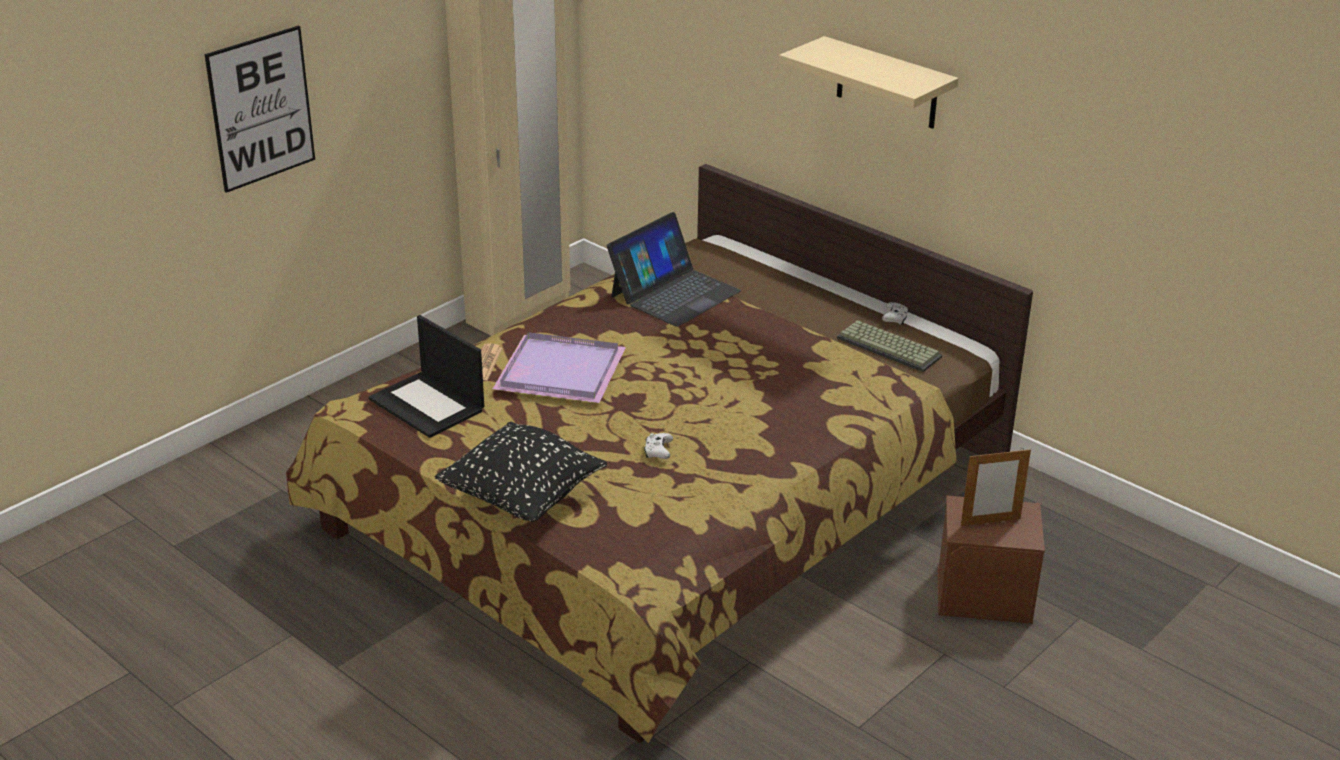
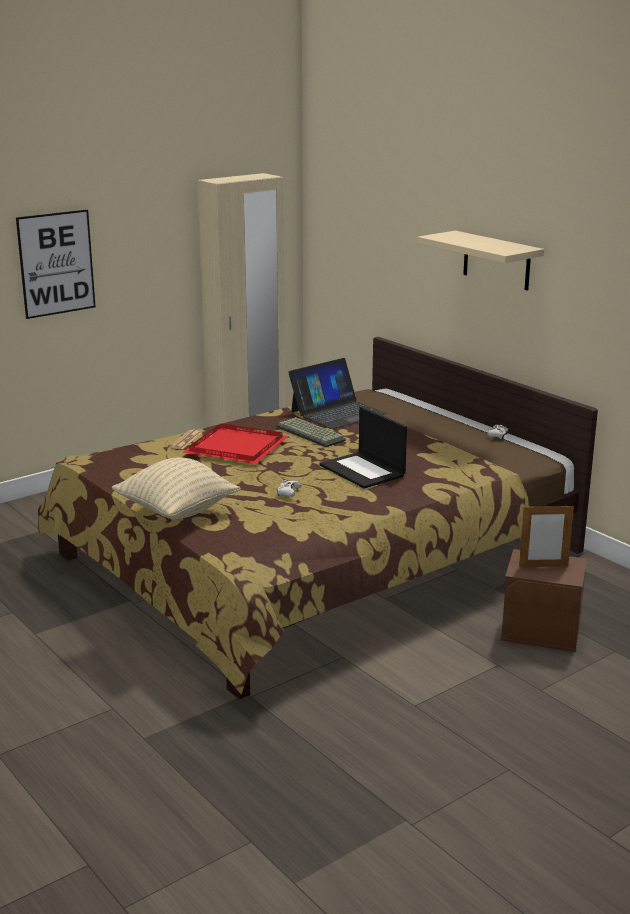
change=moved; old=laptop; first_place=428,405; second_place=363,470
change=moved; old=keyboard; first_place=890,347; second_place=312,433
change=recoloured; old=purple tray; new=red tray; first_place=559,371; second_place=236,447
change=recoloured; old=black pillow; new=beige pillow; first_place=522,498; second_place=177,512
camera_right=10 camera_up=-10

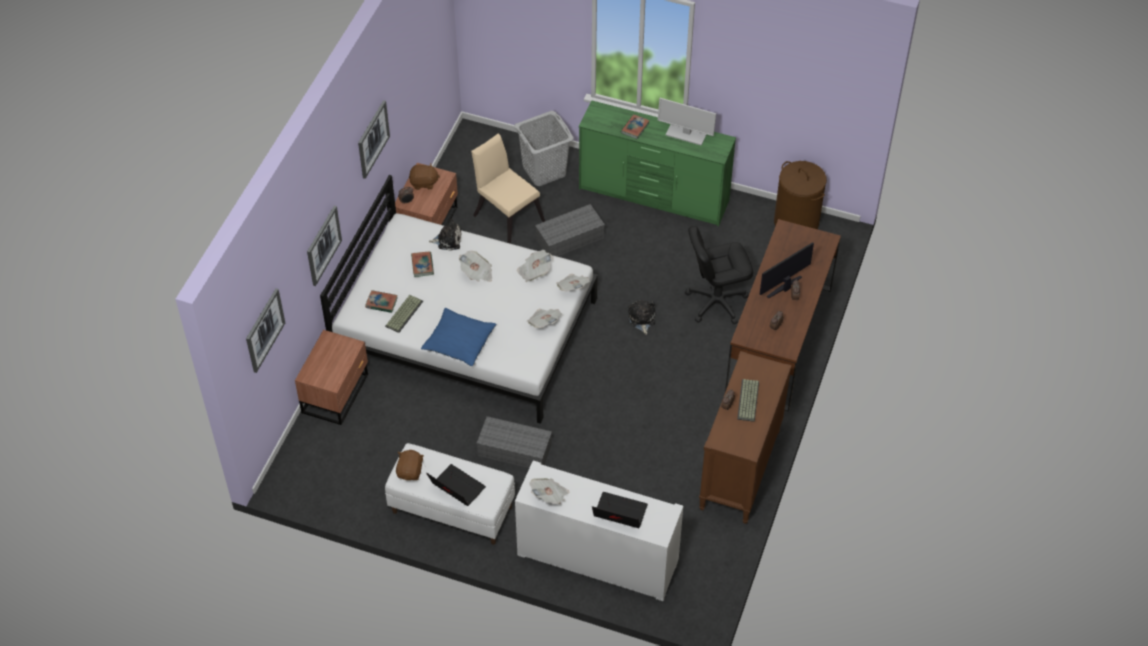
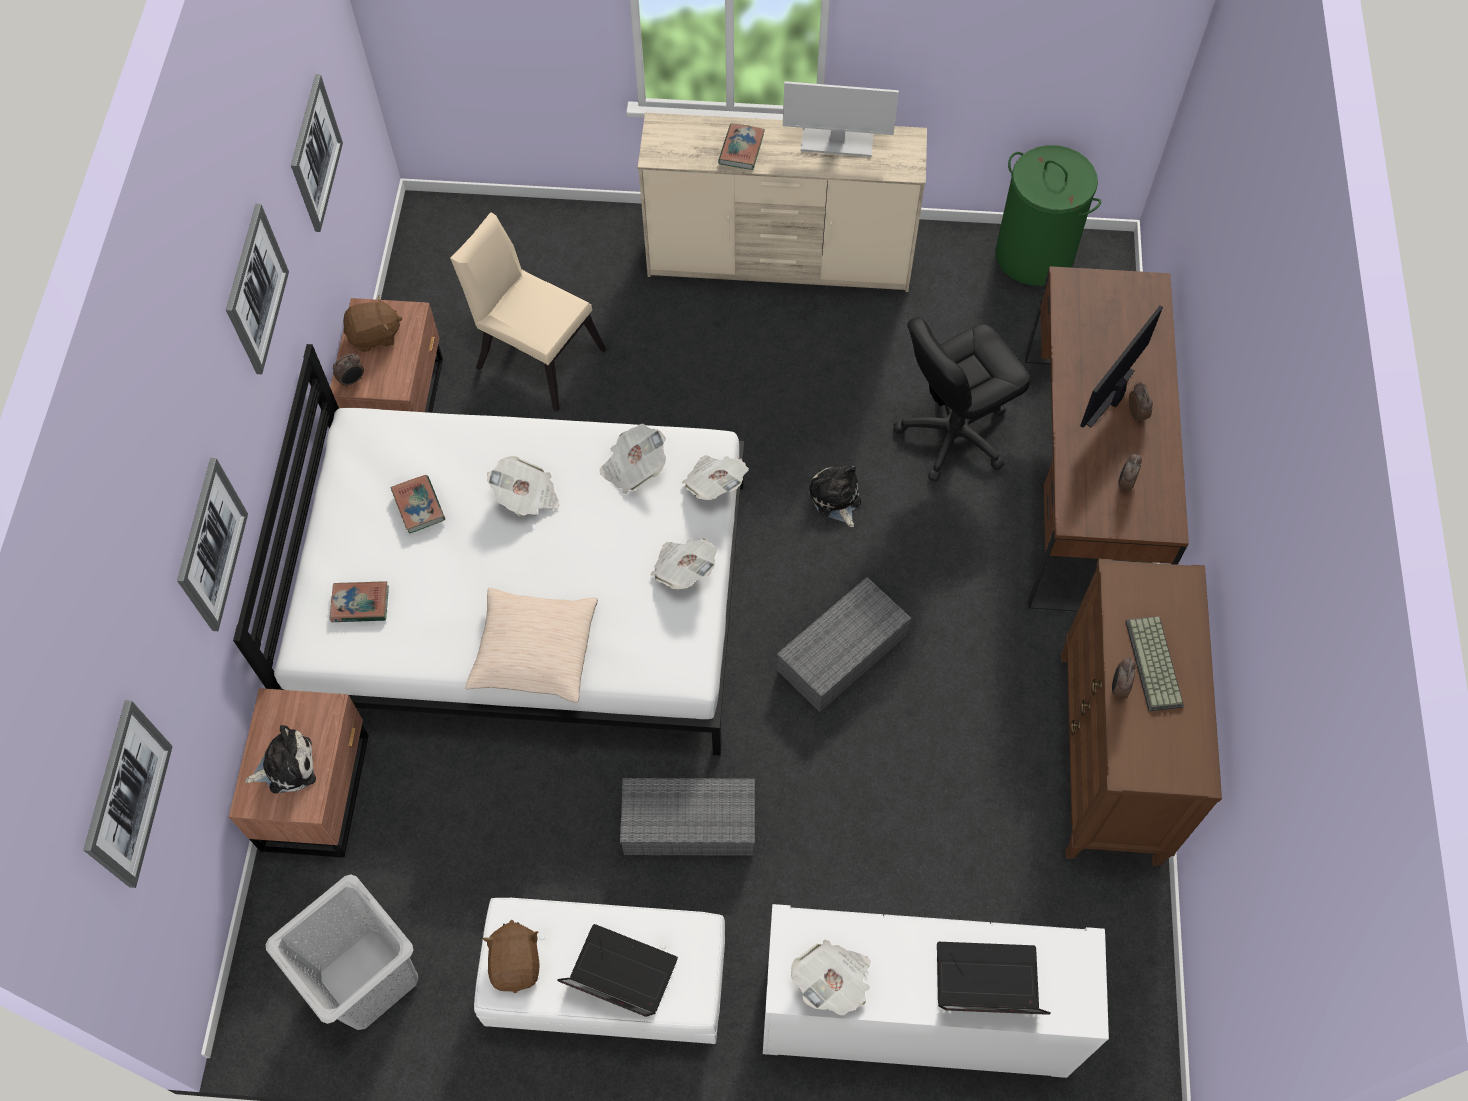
change=recoloured; old=green dresser; new=beige dresser; first_place=654,195; second_place=780,260
change=moved; old=grey laundry basket; first_place=544,171; second_place=367,978
change=recoloured; old=brown laundry basket; new=green laundry basket; first_place=796,222; second_place=1034,255
change=moved; old=grey storage box; first_place=569,239; second_place=841,655
change=moved; old=plush toy; first_place=447,240; second_place=286,766
change=removed; old=keyboard; first_place=403,313
change=recoloured; old=blue pillow; new=beige pillow; first_place=459,342; second_place=534,651
change=added; new=picture; second_place=315,153
camera_right=-15 camera_up=10

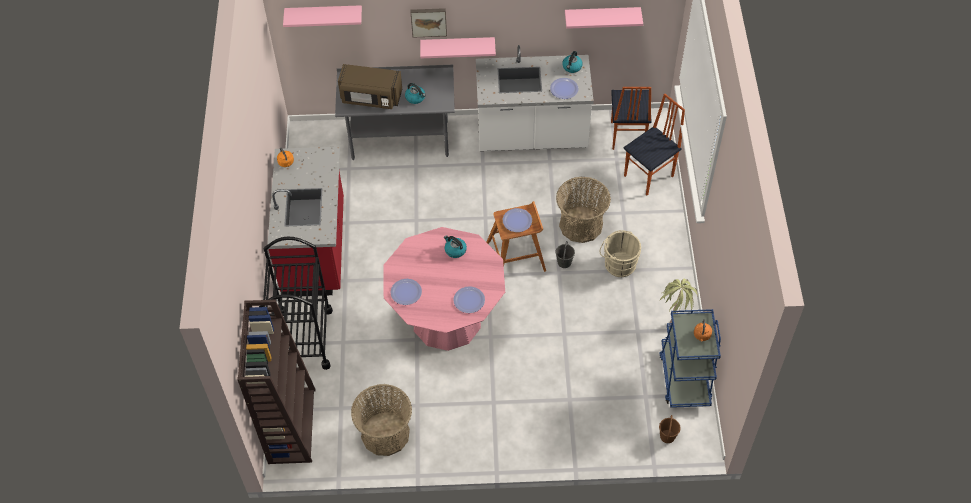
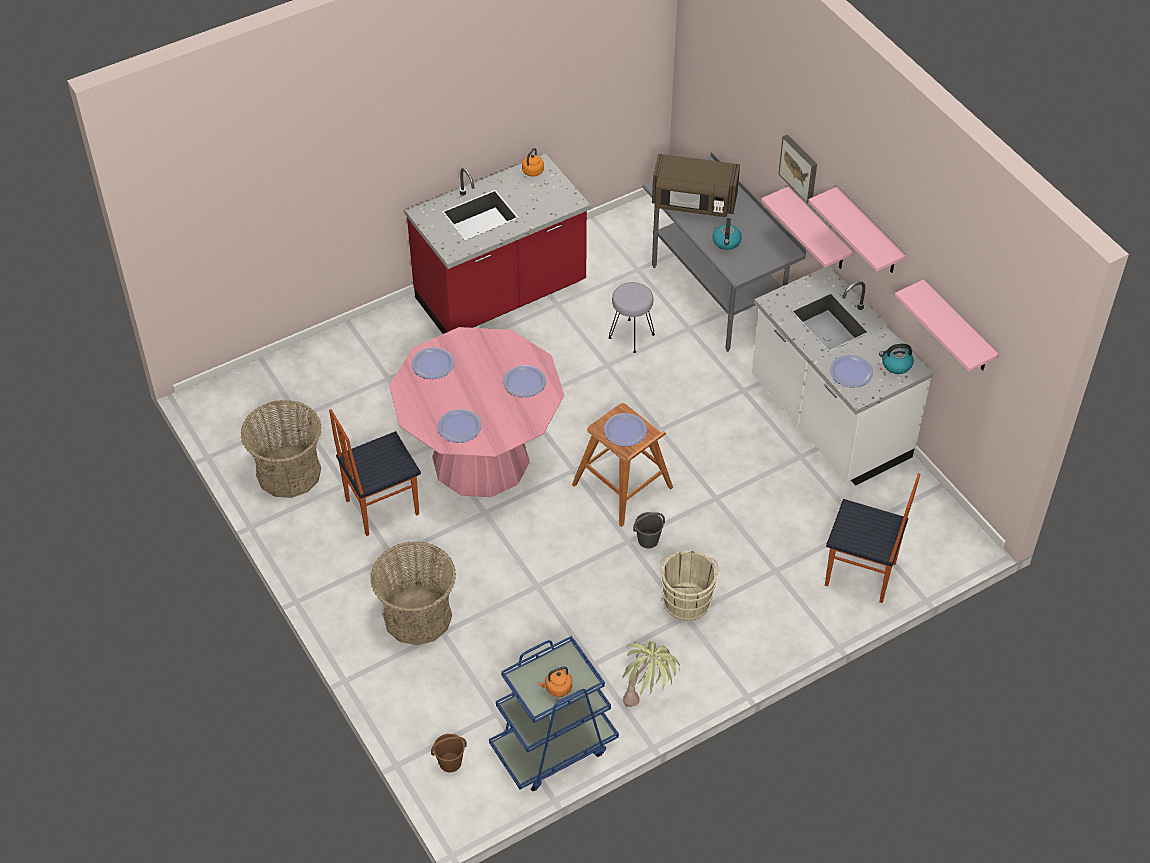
change=moved; old=pink shelf; first_place=324,15; second_place=868,233
change=turned; old=brown microwave; first_place=371,98; second_place=693,203; degrees=-60
change=moved; old=chair; first_place=626,136; second_place=381,507
change=moved; old=basket; first_place=581,225; second_place=417,616
change=replaced; old=kettle; new=plate; first_place=455,250; second_place=524,382
change=removed; old=black cart; first_place=304,339
change=removed; old=brown bookcase; first_place=291,425
change=added; new=grey stool; second_place=631,335
camera_right=60 camera_up=-5

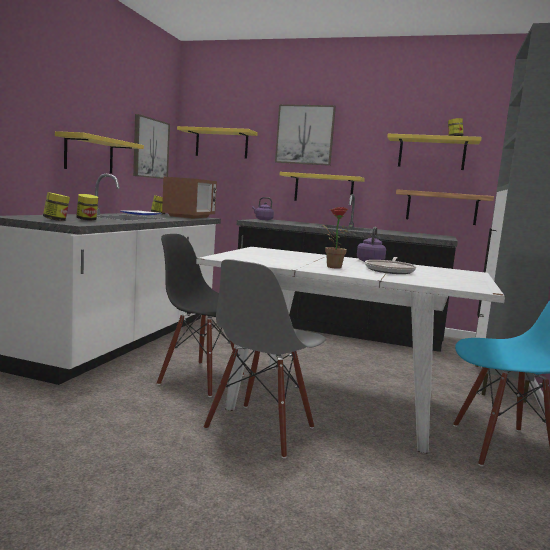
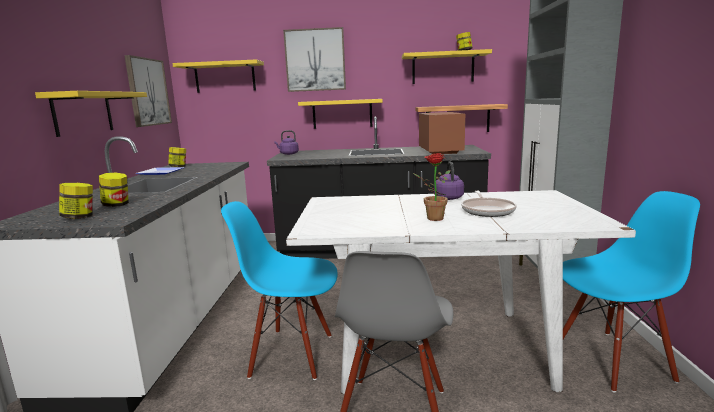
change=moved; old=microwave; first_place=189,217; second_place=440,151
change=recoloured; old=black chair; new=blue chair; first_place=202,379; second_place=292,354
camera_right=-15 camera_up=5

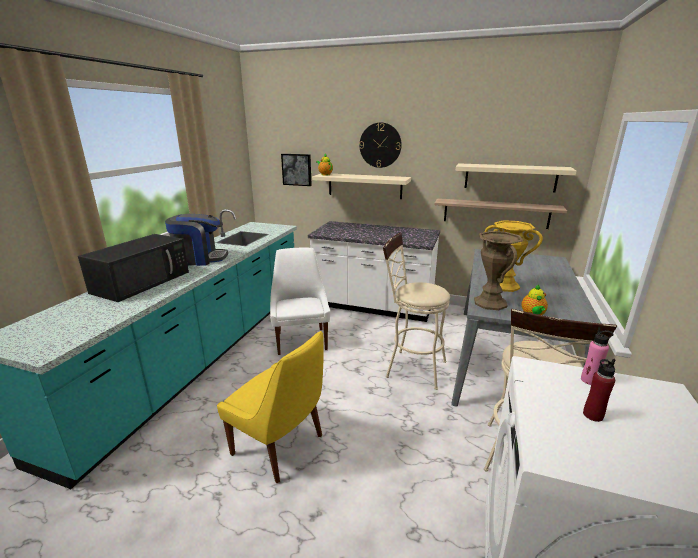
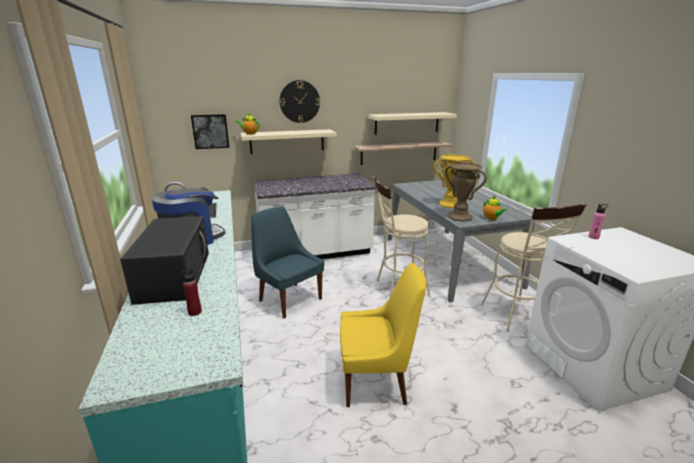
change=recoloured; old=white chair; new=blue chair; first_place=301,340; second_place=289,299
change=moved; old=red bottle; first_place=592,415; second_place=194,312
camera_right=-35 camera_up=0

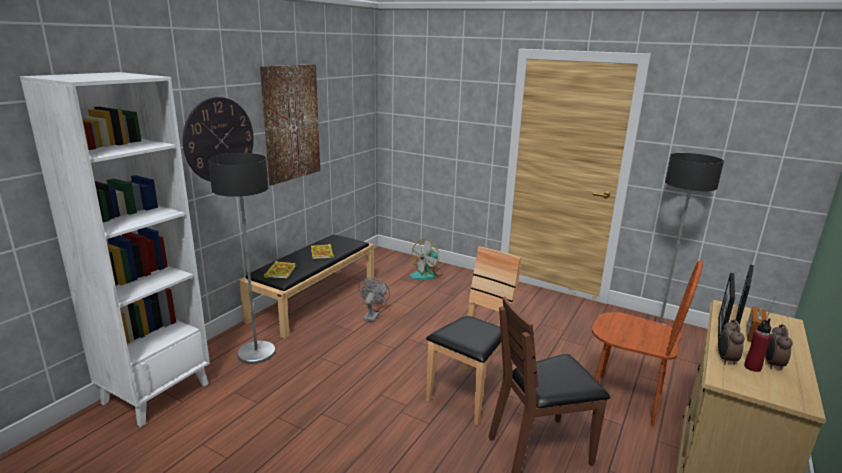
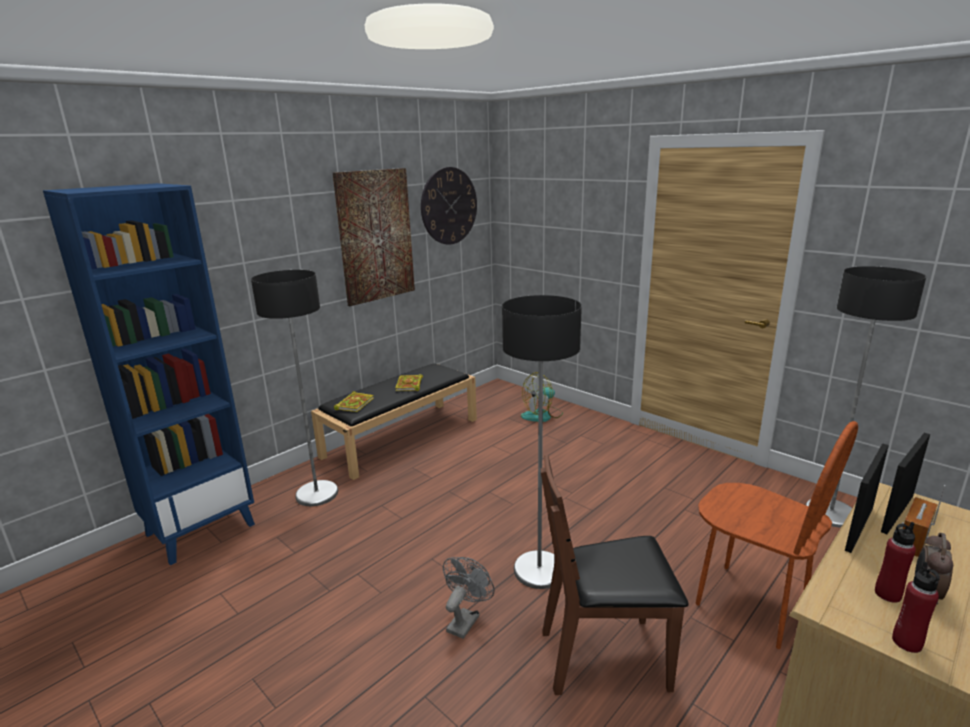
change=recoloured; old=white bookcase; new=blue bookcase; first_place=156,392; second_place=201,528
change=moved; old=wall clock; first_place=219,140; second_place=449,206
change=replaced; old=brown chair; new=floor lamp; first_place=470,393; second_place=539,570
change=moved; old=grey fan; first_place=372,315; second_place=465,620
change=removed; old=alarm clock; first_place=725,359
change=added; new=red bottle; second_place=907,642
camera_right=15 camera_up=0

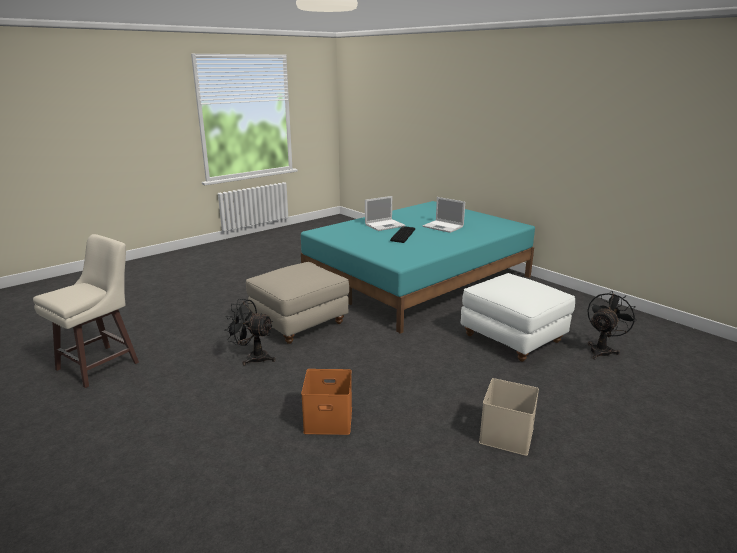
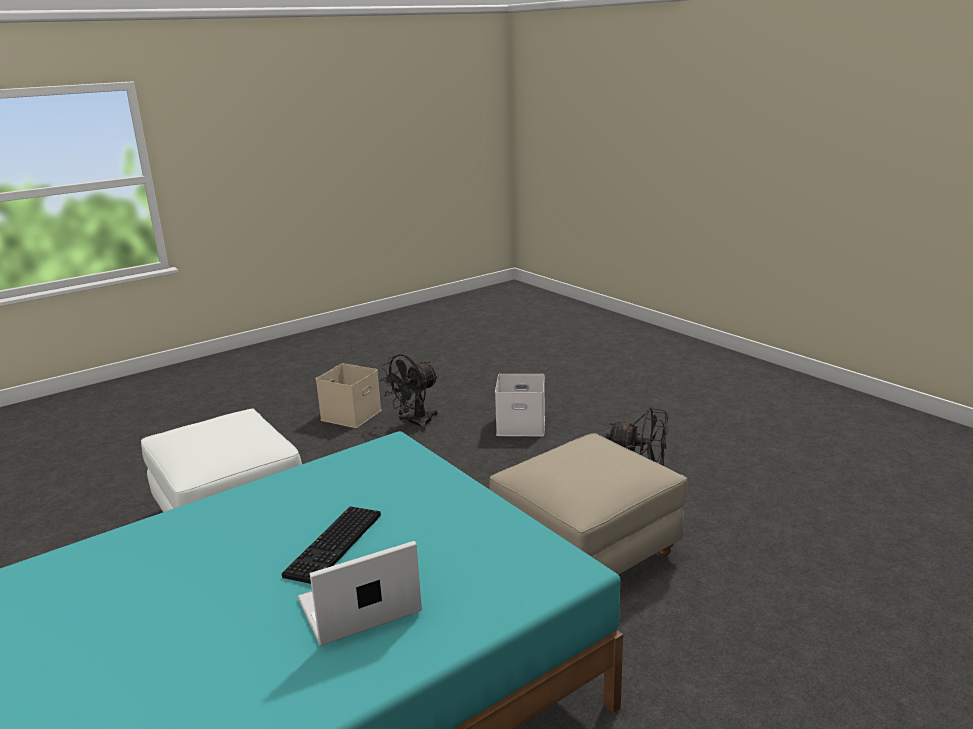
change=removed; old=laptop; first_place=443,227
change=removed; old=beige stool; first_place=100,365
change=moved; old=black fan; first_place=602,350; second_place=414,423
change=recoloured; old=orange storage box; new=white storage box; first_place=327,420; second_place=522,425
camera_right=-175 camera_up=0

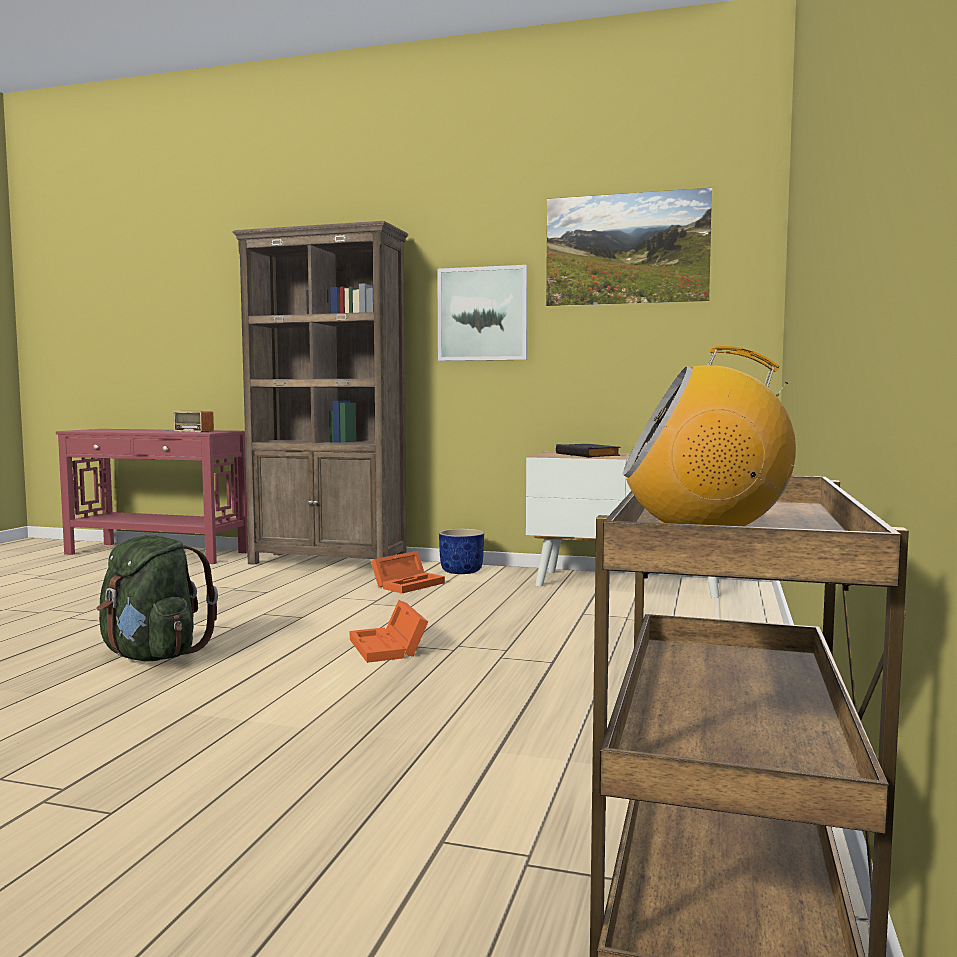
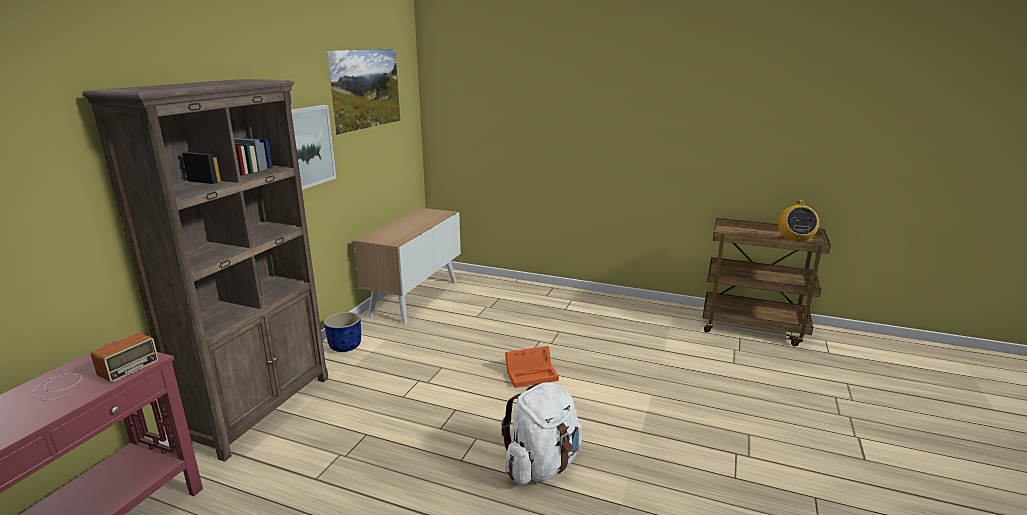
change=removed; old=black book; first_place=589,454
change=recoloured; old=green backpack; new=white backpack; first_place=152,656; second_place=542,466
change=removed; old=orange storage box; first_place=409,584
camera_right=-85 camera_up=15

